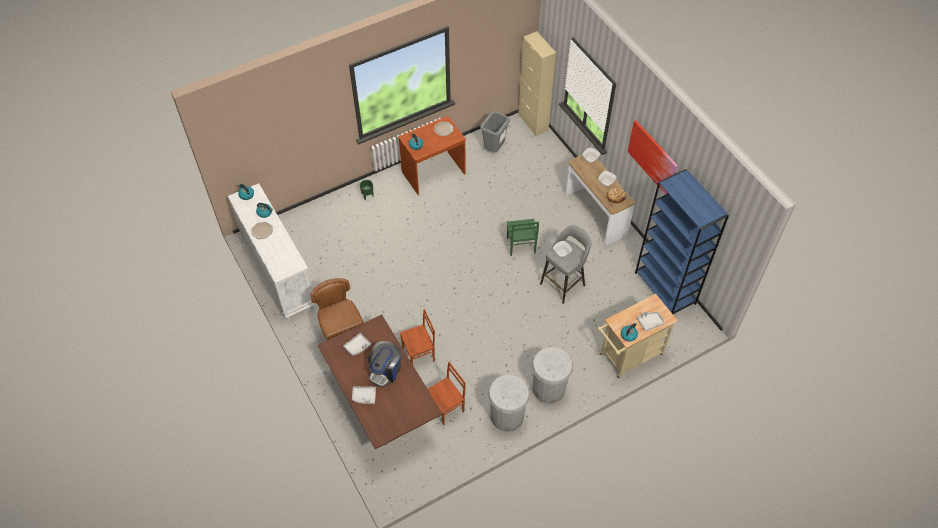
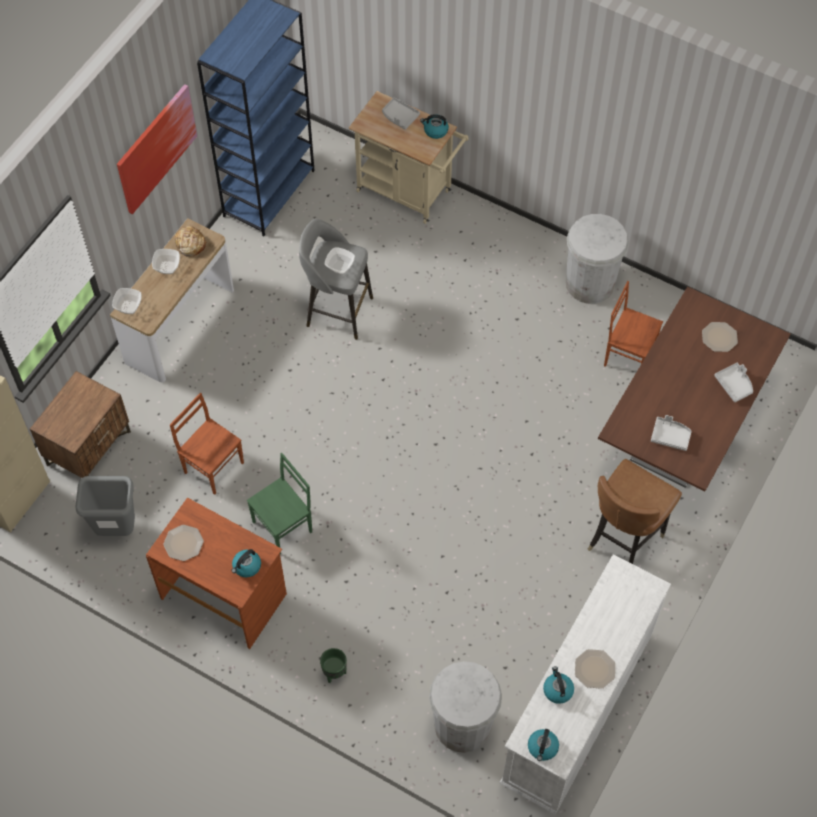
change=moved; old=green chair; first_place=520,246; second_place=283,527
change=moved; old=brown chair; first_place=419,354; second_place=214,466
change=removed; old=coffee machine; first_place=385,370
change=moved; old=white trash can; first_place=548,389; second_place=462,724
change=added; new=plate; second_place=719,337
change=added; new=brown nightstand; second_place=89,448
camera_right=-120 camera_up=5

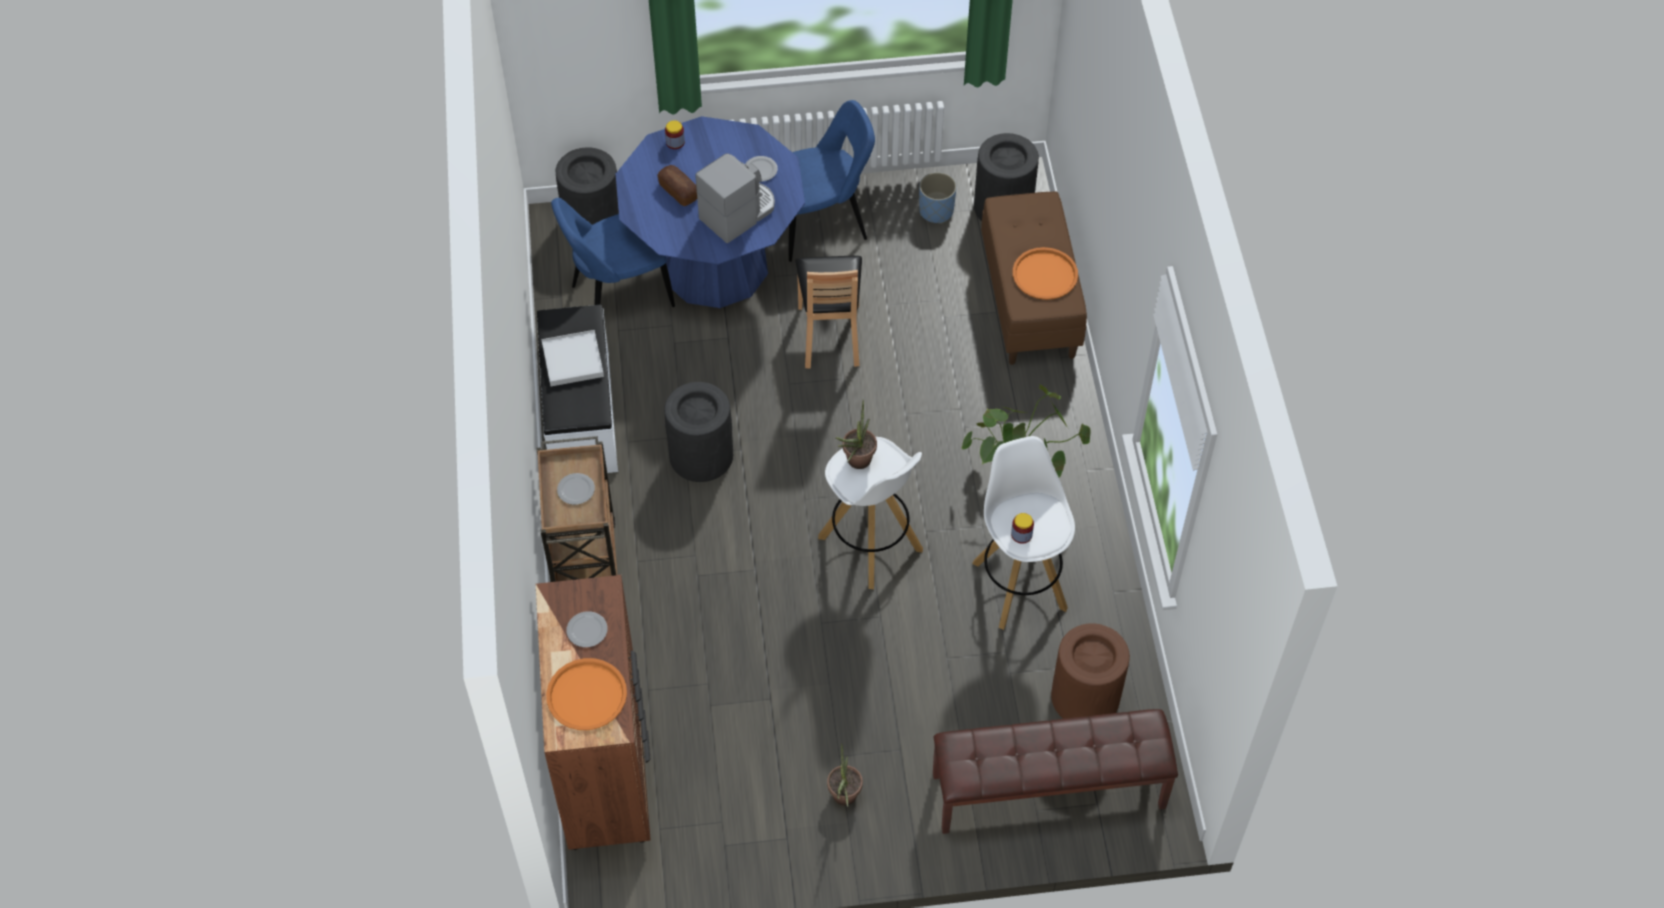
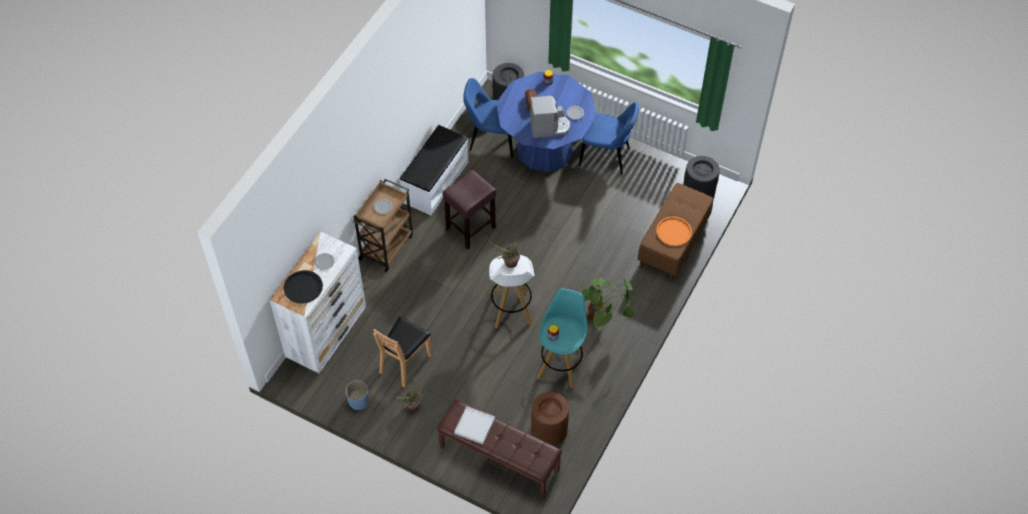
change=moved; old=blue planter; first_place=936,211; second_place=358,401
change=moved; old=brown chair; first_place=830,335; second_place=405,363
change=moved; old=white tray; first_place=573,360; second_place=474,426
change=replaced; old=black trash can; new=brown stool; first_place=701,455; second_place=471,228
change=recoloured; old=white stool; new=turquoise stool; first_place=1019,584; second_place=561,364
change=recoloured; old=brown dresser; new=white dresser; first_place=605,768; second_place=327,334
change=recoloured; old=orange tray; new=black tray; first_place=586,695; second_place=303,287
camera_right=35 camera_up=0

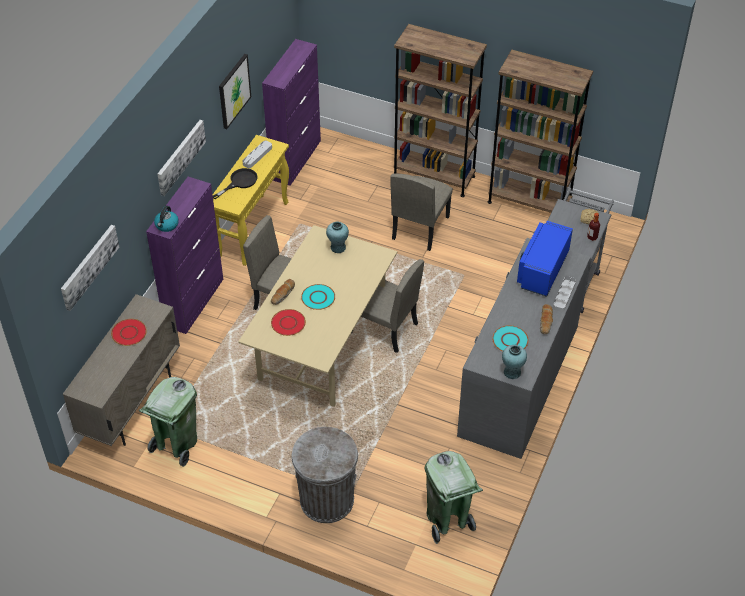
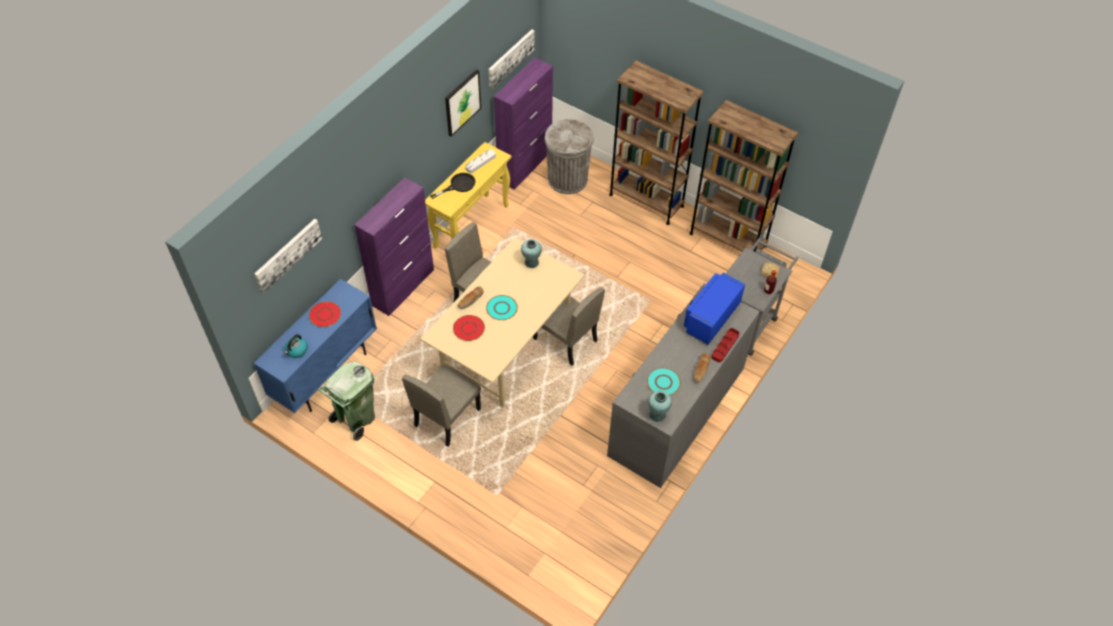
change=moved; old=picture; first_place=180,156; second_place=510,58
change=moved; old=beige chair; first_place=420,227; second_place=447,417
change=moved; old=kettle; first_place=167,225; second_place=296,351
change=recoloured; old=grey tray; new=red tray; first_place=564,295; second_place=725,346
change=recoloured; old=beige cabinet; new=blue cabinet; first_place=132,404; second_place=326,374
change=moved; old=grey trash can; first_place=326,499; second_place=567,179
change=removed; old=green trash can; first_place=447,520
camera_right=10 camera_up=5

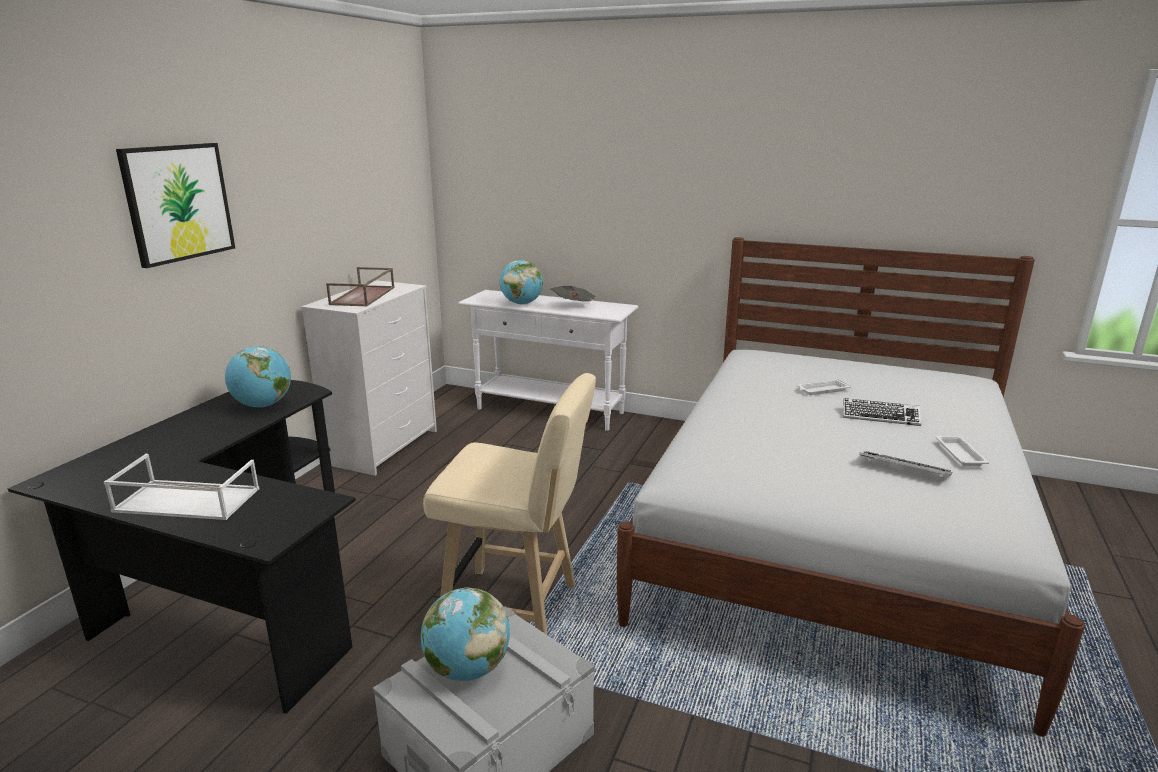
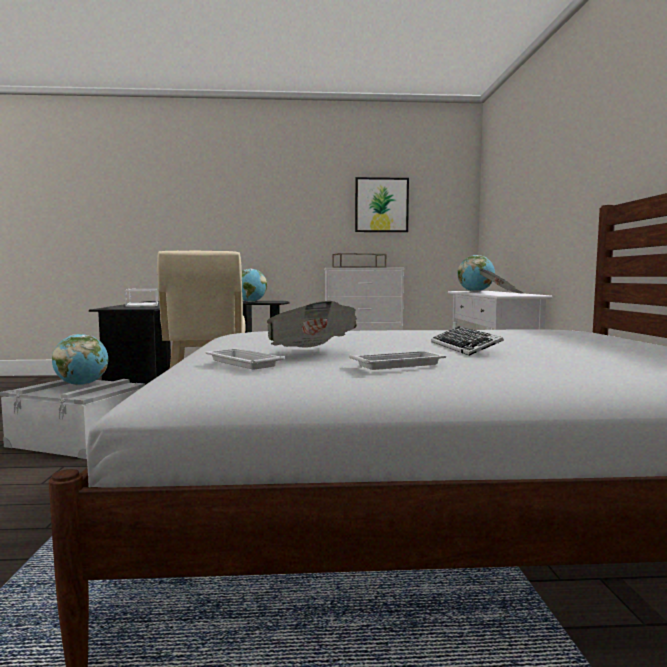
change=moved; old=picture; first_place=178,203; second_place=381,205
change=moved; old=white tray; first_place=822,390; second_place=242,363
change=replaced; old=keyboard; new=newspaper; first_place=904,469; second_place=311,353
camera_right=65 camera_up=-15

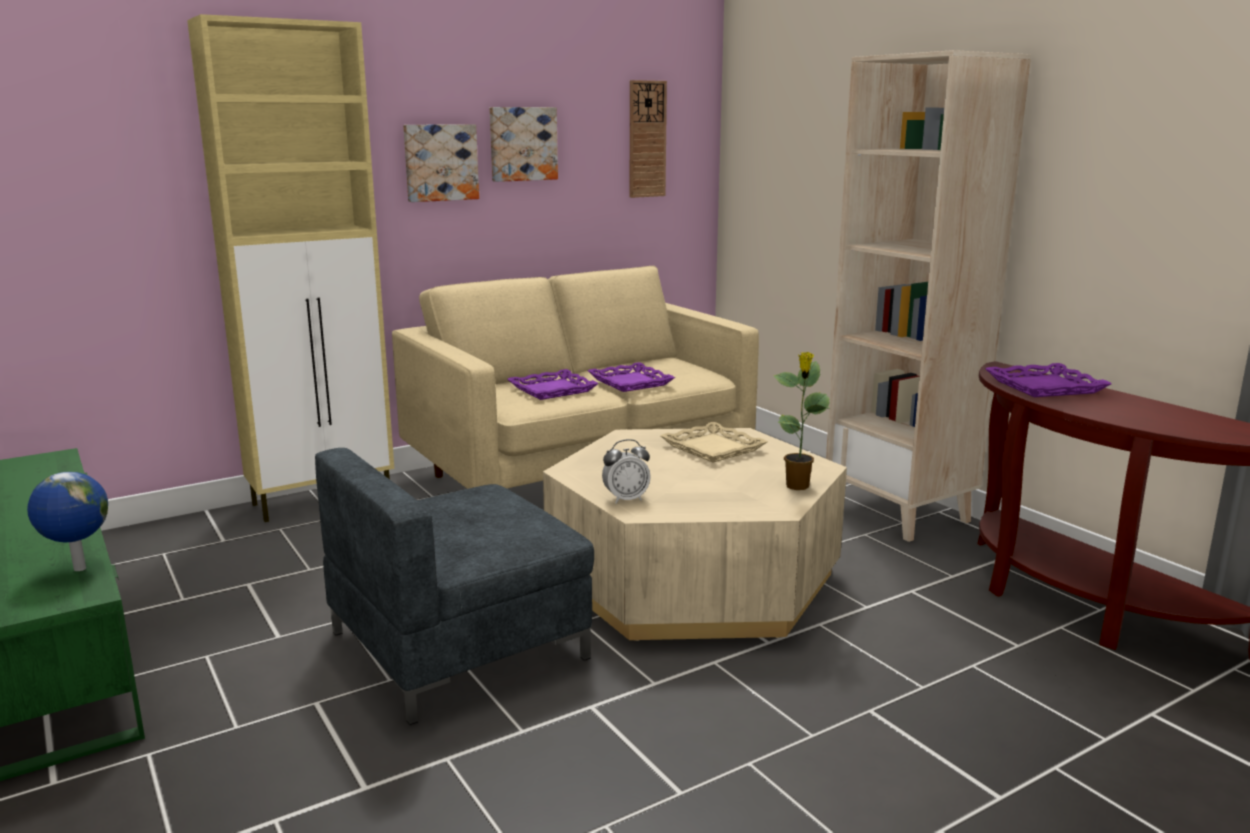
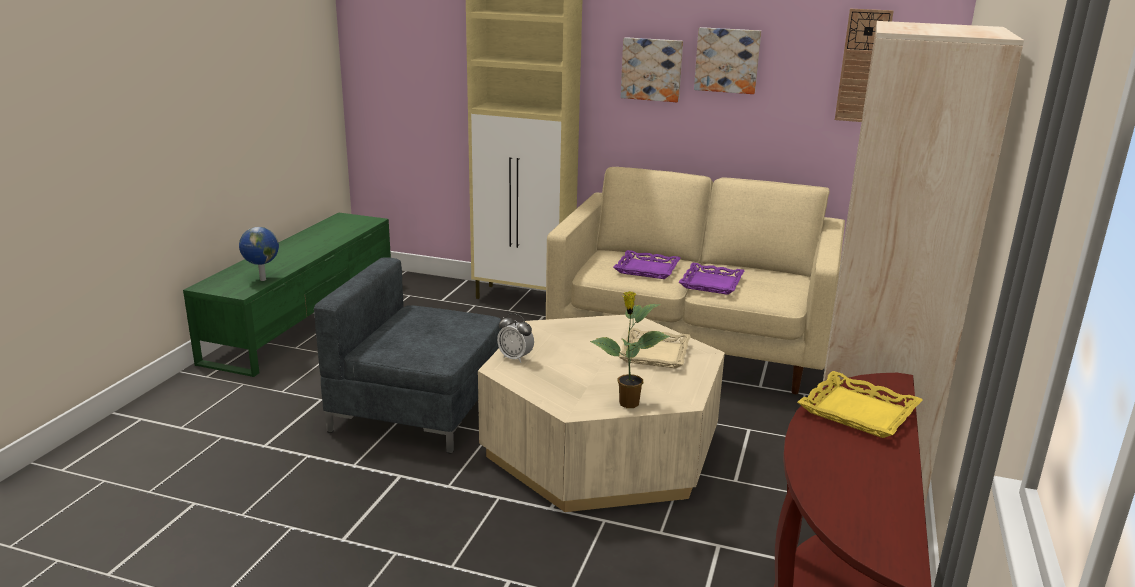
change=recoloured; old=purple tray; new=yellow tray; first_place=1044,387; second_place=859,411
camera_right=50 camera_up=5

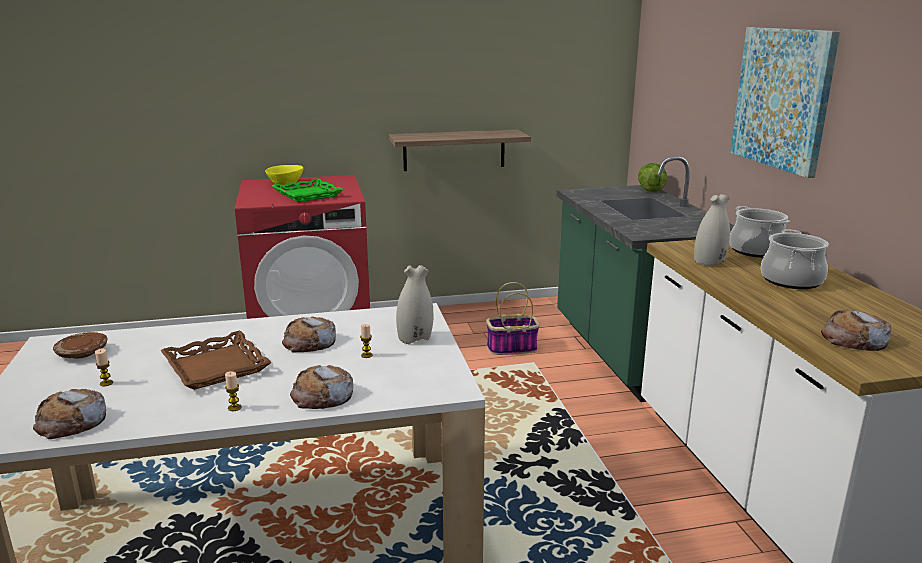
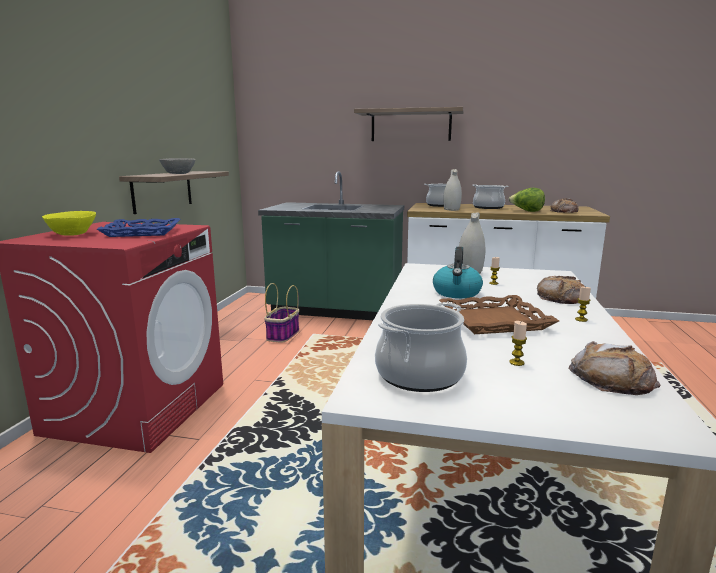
change=replaced; old=picture; new=shelf; first_place=782,98; second_place=411,126
change=moved; old=lettuce; first_place=650,190; second_place=526,211
change=recoloured; old=green tray; new=blue tray; first_place=308,194; second_place=142,232
change=replaced; old=bread; new=kettle; first_place=310,342; second_place=457,293
change=replaced; old=brown plate; new=cooking pot; first_place=82,353; second_place=419,374
change=added; new=grey bowl; second_place=178,173
camera_right=-65 camera_up=-5

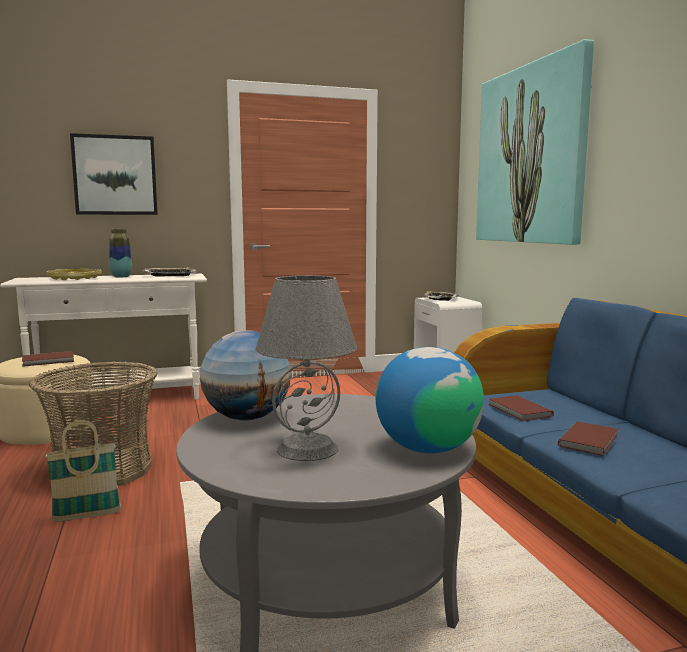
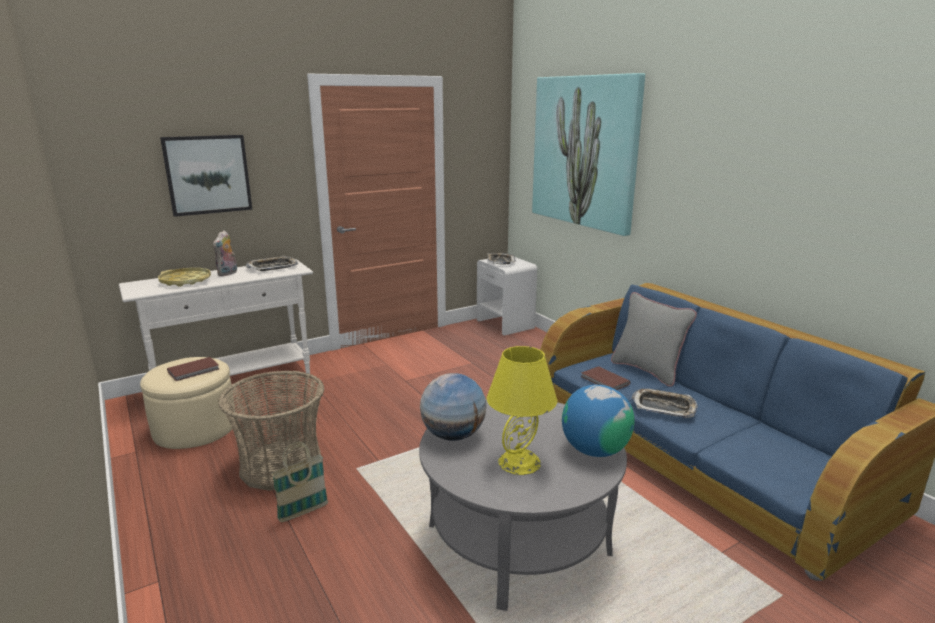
change=replaced; old=vase; new=plush toy; first_place=121,277; second_place=228,273
change=recoloured; old=grey table lamp; new=yellow table lamp; first_place=307,448; second_place=519,462
change=replaced; old=brown book; new=tray; first_place=590,441; second_place=664,407
change=added; new=grey pillow; second_place=647,370
camera_right=-15 camera_up=10

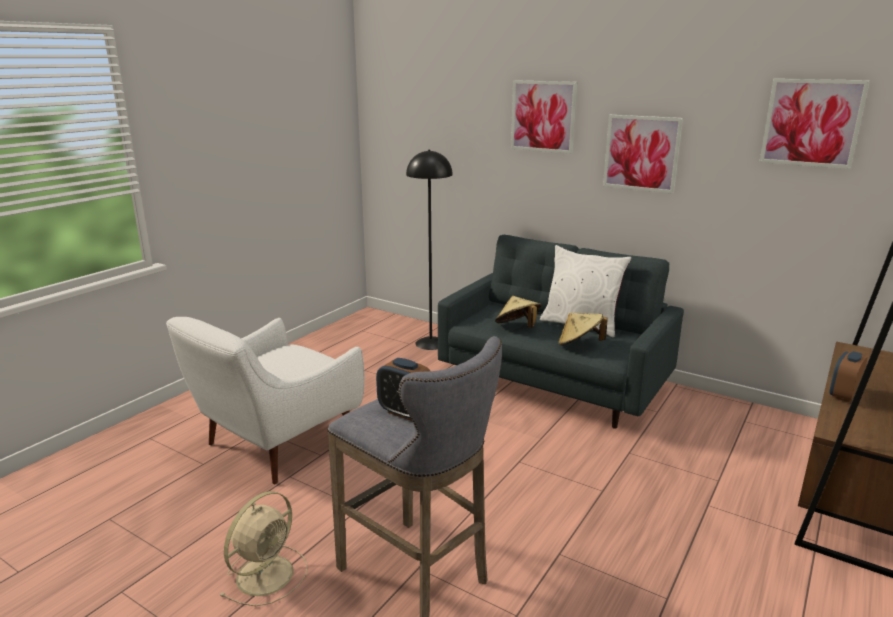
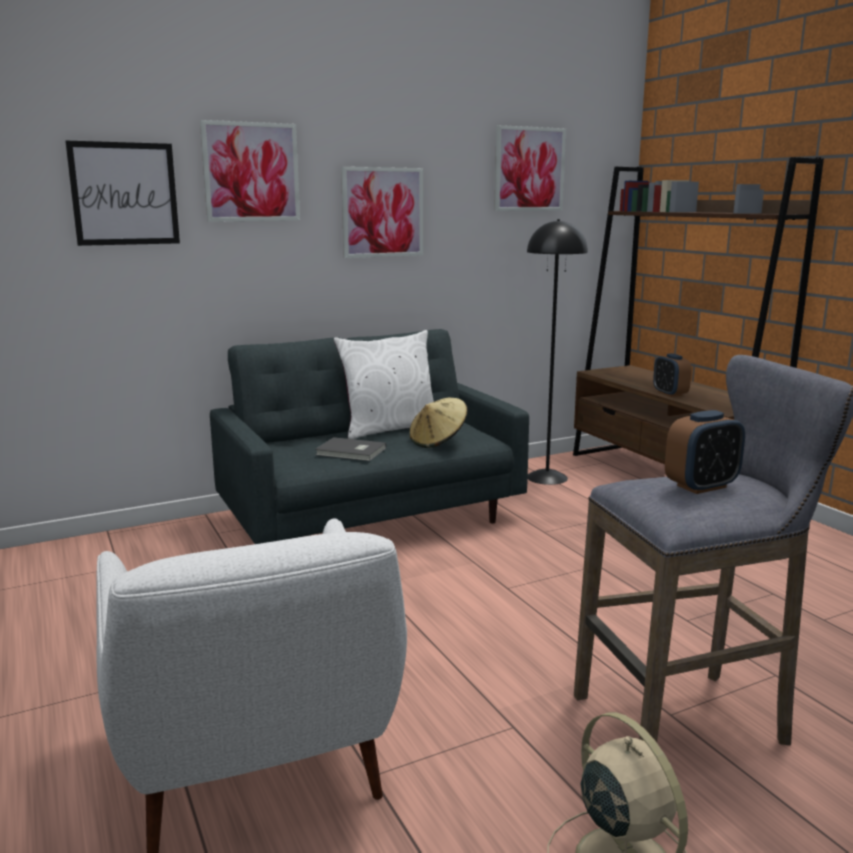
change=moved; old=black floor lamp; first_place=431,343; second_place=547,477
change=replaced; old=beige hat; new=grey book; first_place=517,327; second_place=351,452
change=added; new=picture; second_place=124,194
camera_right=-60 camera_up=-5

